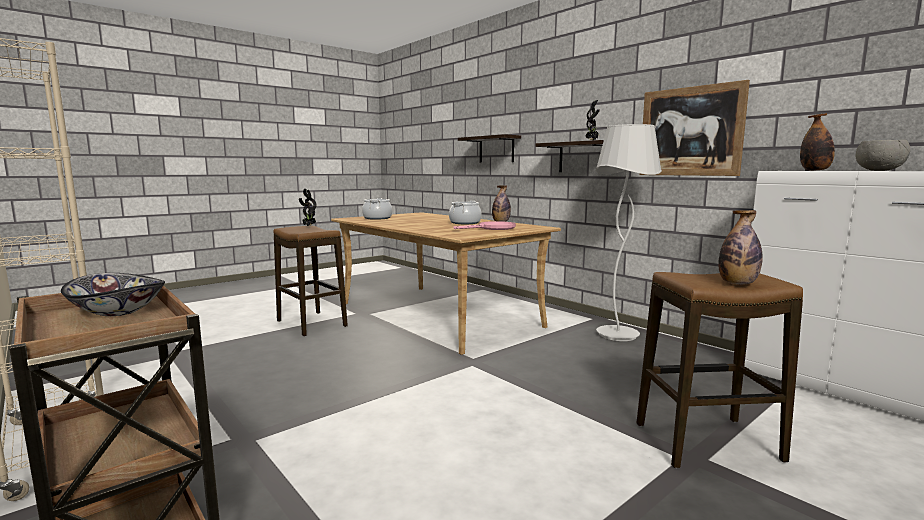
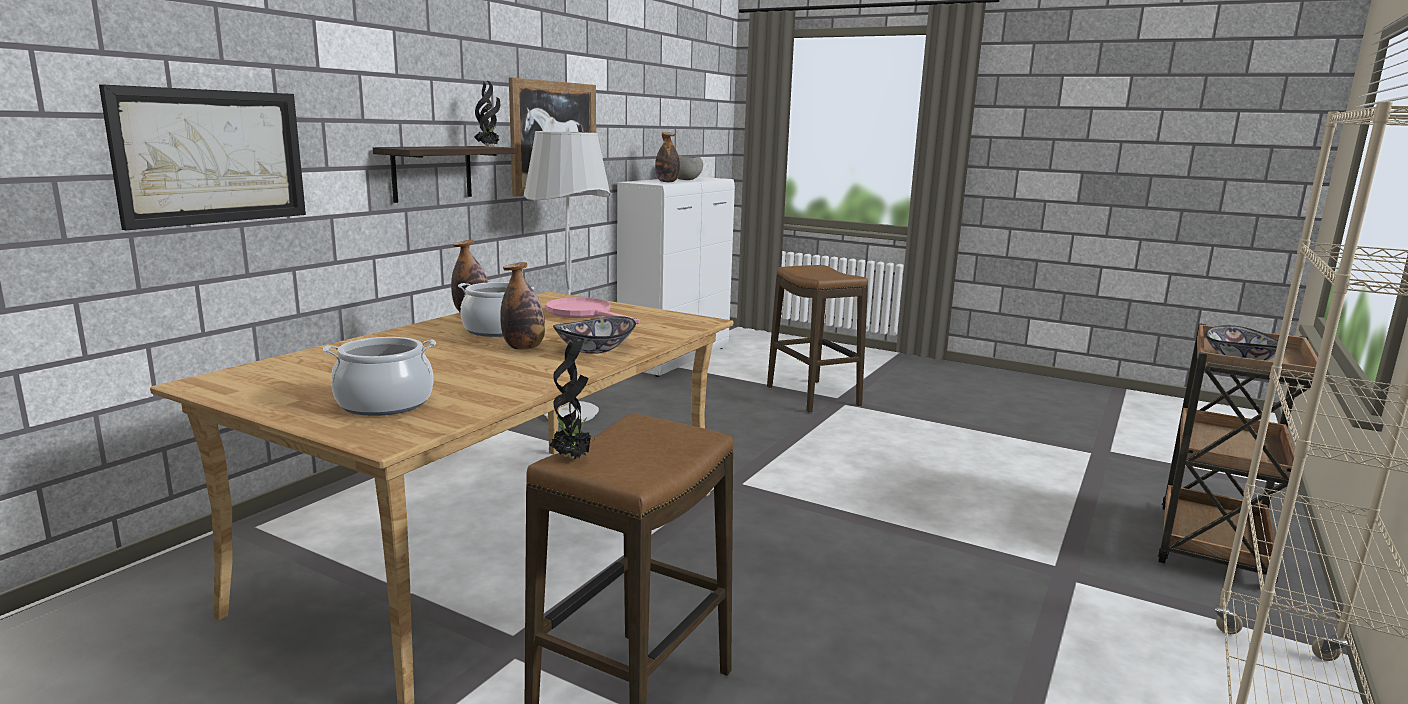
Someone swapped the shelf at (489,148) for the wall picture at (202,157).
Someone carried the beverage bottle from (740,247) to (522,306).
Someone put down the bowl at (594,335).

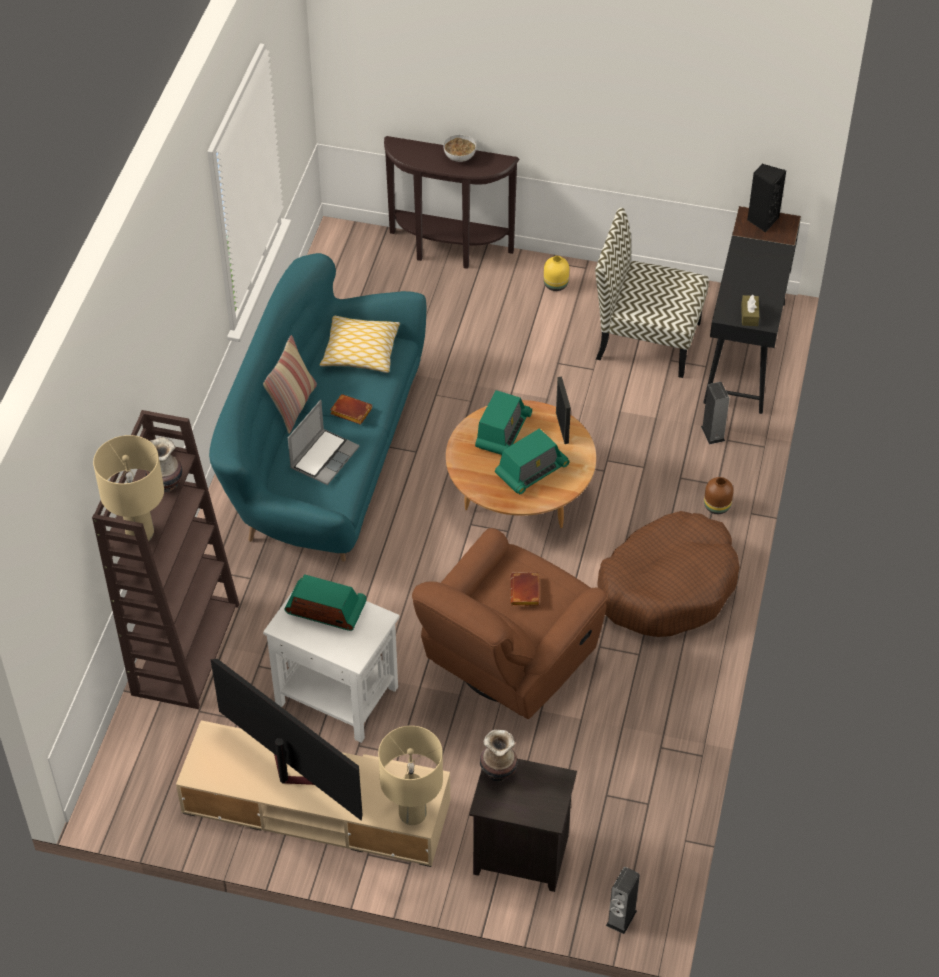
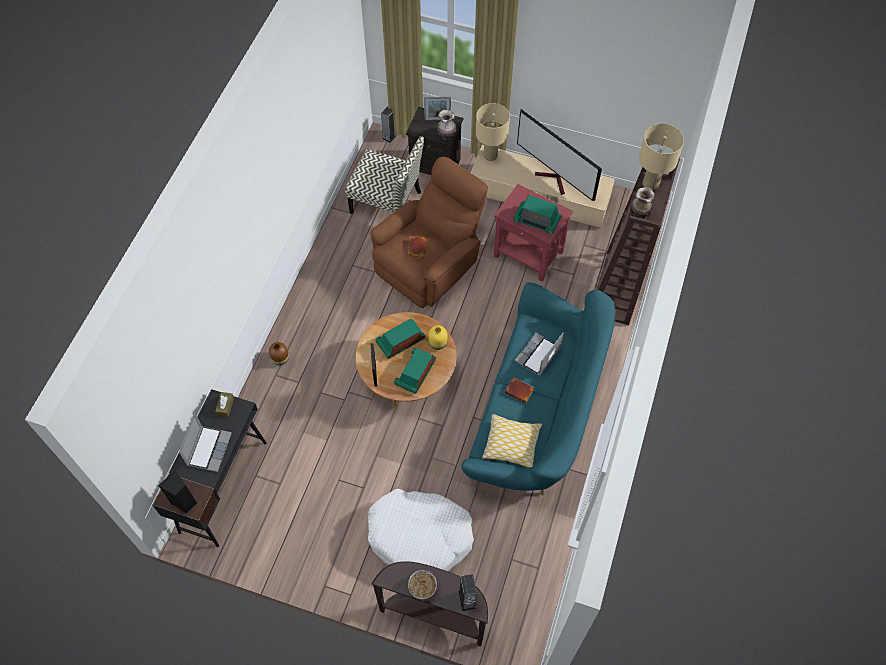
Someone carried the upright chair from (652,293) to (384,175).
Someone carried the yellow decorative vase from (556,273) to (438,337).
Someone took away the throw pillow at (290,384).
Someone carried the loudspeaker from (715,413) to (467,592).
Someone took away the brownish dog cushion at (668,574).
Someone repainted the white-coloured side table at (331,667), which became the red side table at (533,233).
Someone put down the standing frame at (437,109).
Someone put down the notebook computer at (205,442).
Someone put down the white-coloured dog cushion at (421,530).

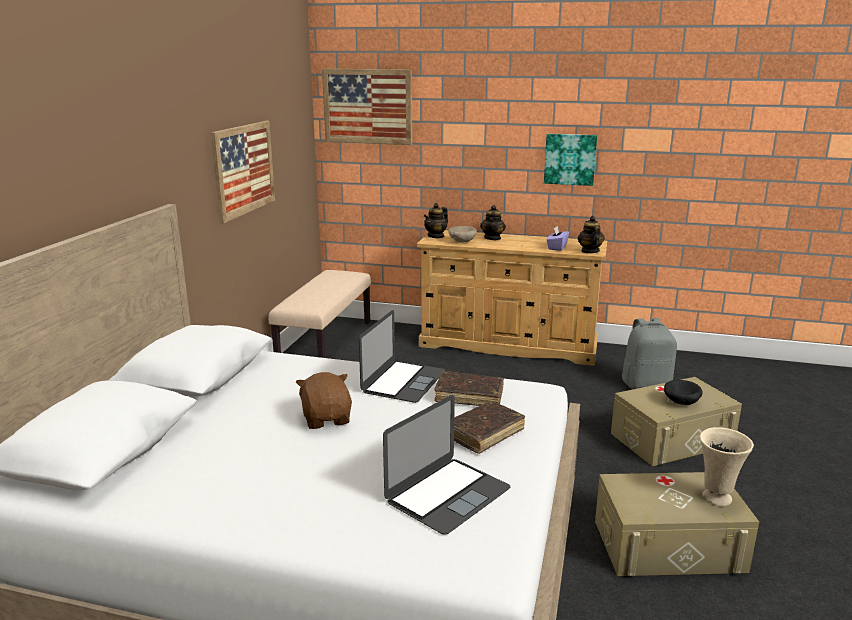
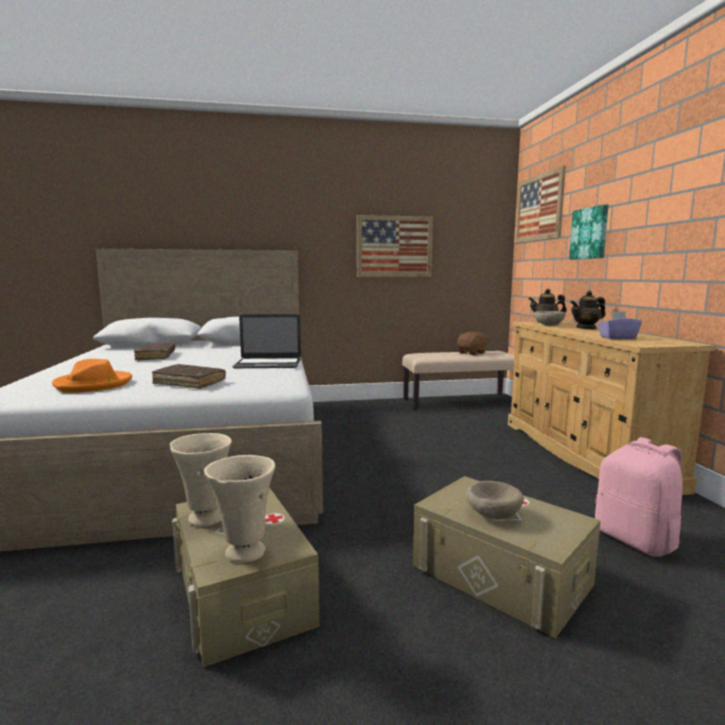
Someone carried the wall picture from (570,160) to (589,231).
Someone took away the pot for tea at (591,234).
Someone repainted the greyish knapsack at (649,353), which became the pinkish knapsack at (639,497).
Someone carried the brownish bound book from (469,388) to (154,351).
Someone carried the brownish plush toy from (324,400) to (472,343).
Someone repainted the black-coloured bowl at (683,392), which became the beige-coloured bowl at (495,500).
Someone swapped the notebook computer at (446,465) for the orange wearable hat at (92,376).
Someone put down the beige-coloured decorative vase at (201,480).

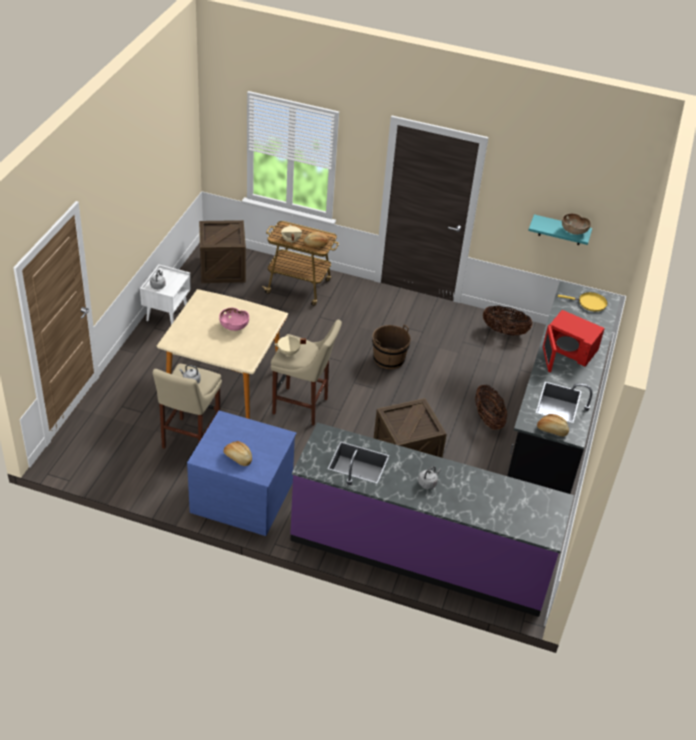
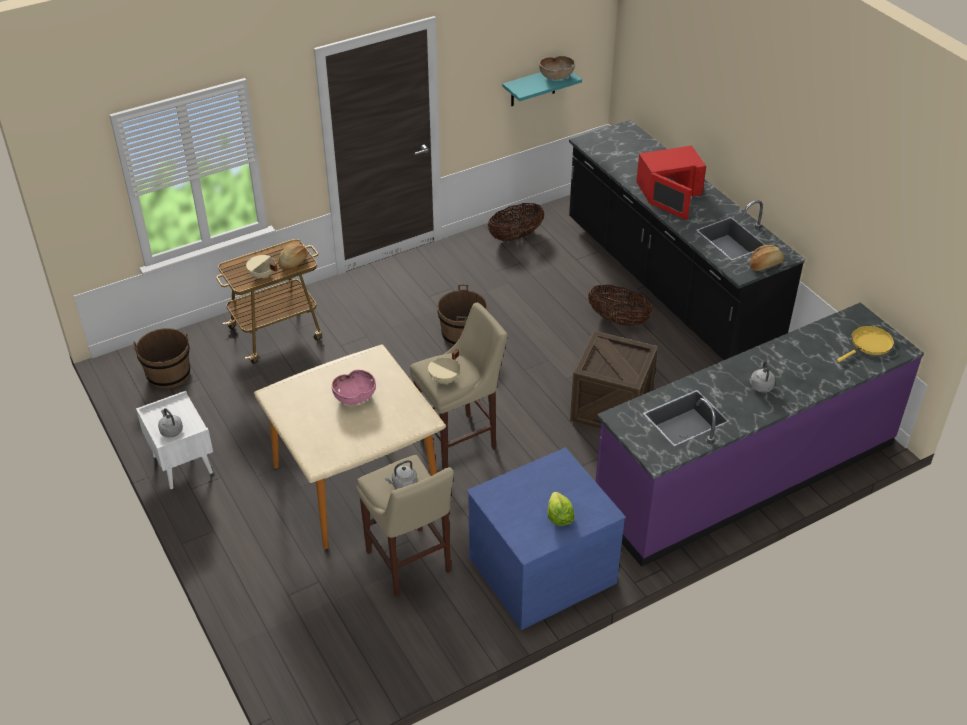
Someone swapped the crate at (222,251) for the brownish bucket at (161,358).
Someone carried the yellow skillet from (583,302) to (865,344).
Someone swapped the bread at (238,453) for the lettuce head at (561,509).

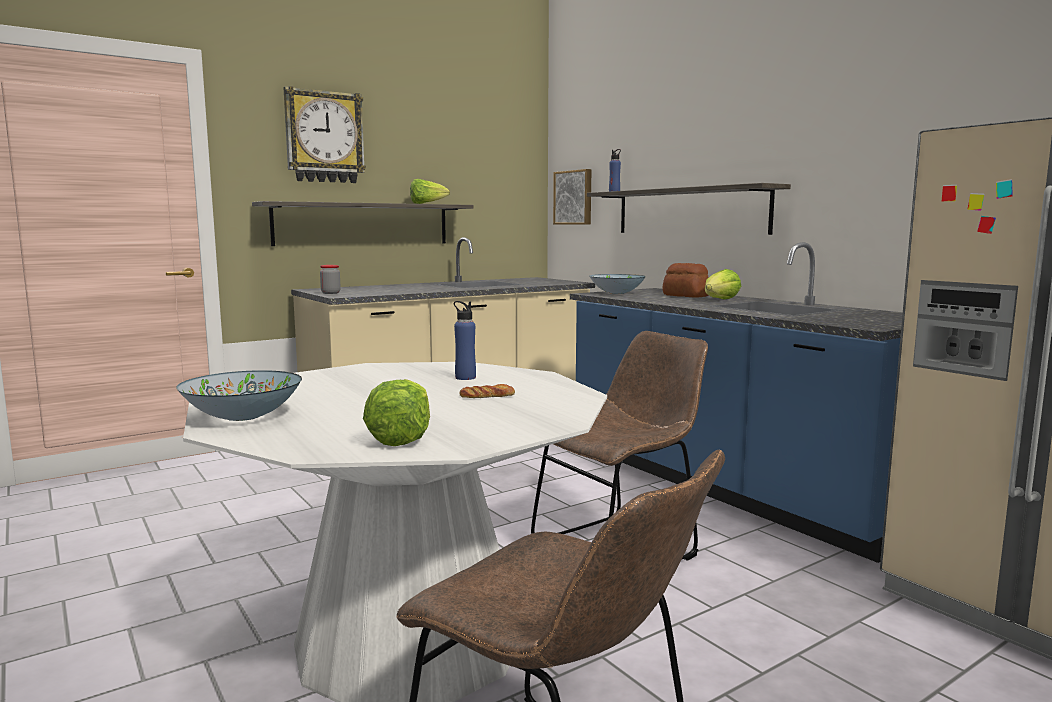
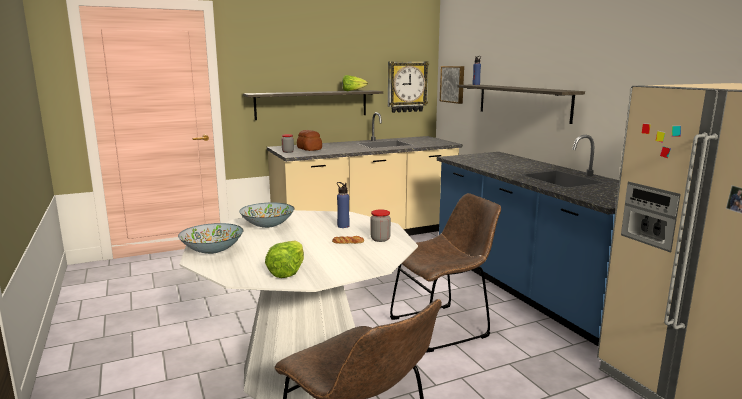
Someone carried the hanging clock from (324,134) to (408,87).
Someone carried the bread from (686,280) to (309,140).
Someone took away the lettuce head at (723,284).
Someone carried the bowl from (617,284) to (267,215).
Someone put down the jar at (380,225).

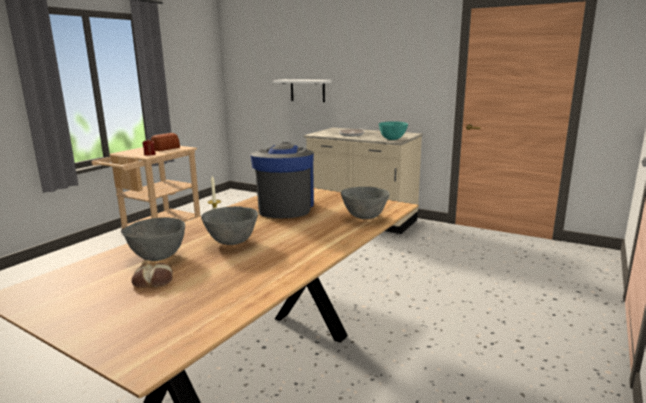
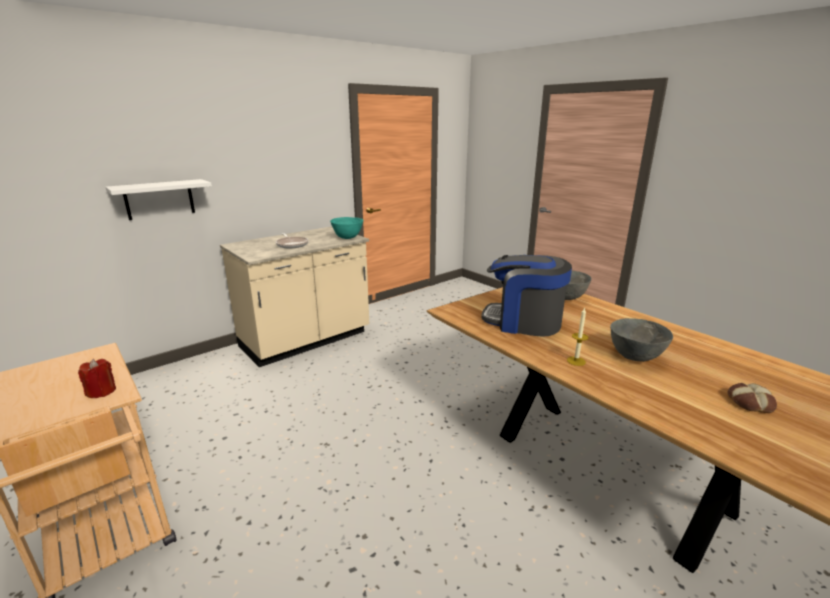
Someone took away the bread at (165,142).
Someone took away the greyish bowl at (153,239).

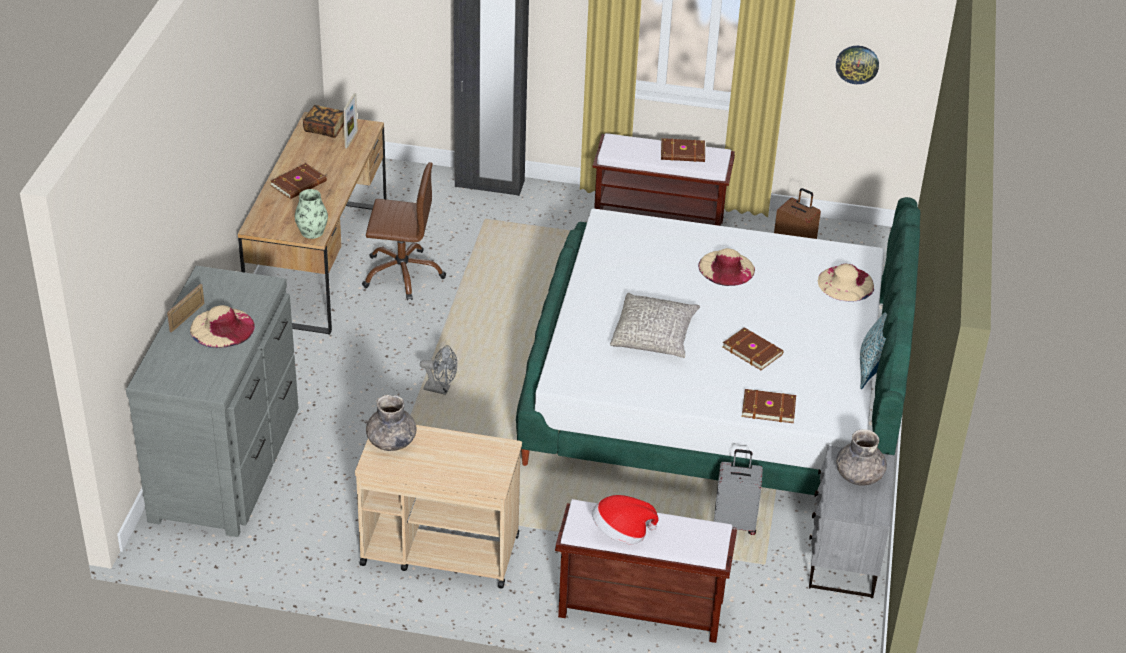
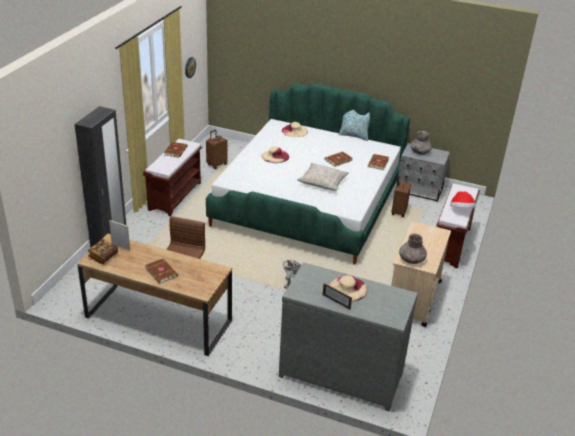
Someone took away the decorative vase at (311,214).
Someone repainted the greyish piece of luggage at (738,492), which became the brownish piece of luggage at (401,196).

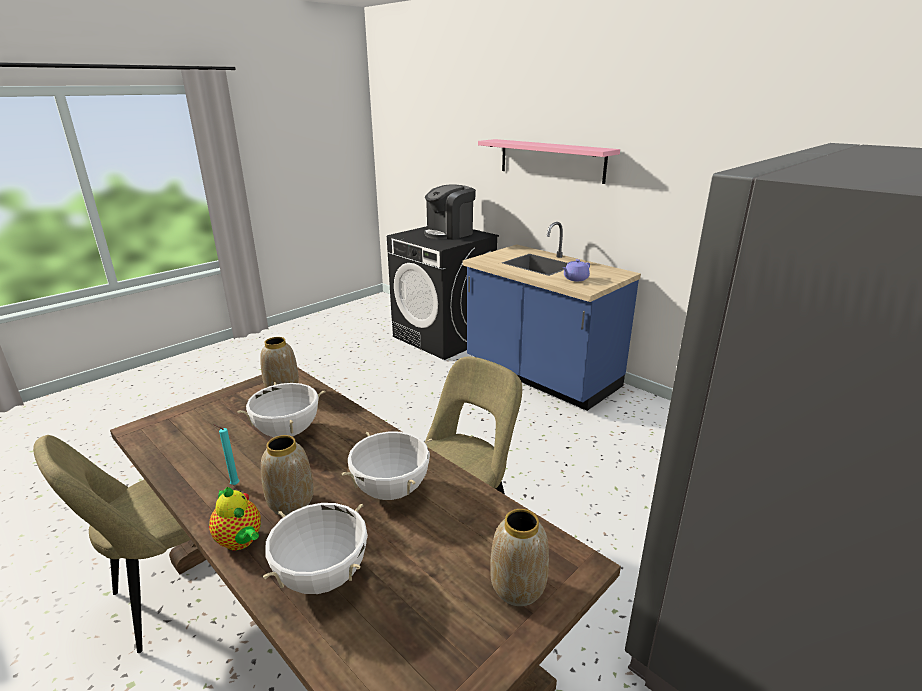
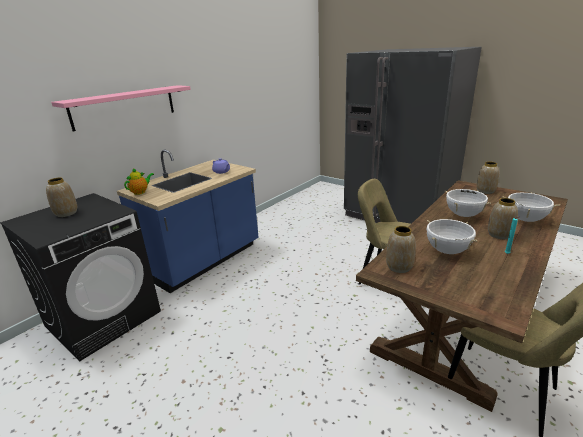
Someone swapped the coffee machine at (450,212) for the decorative vase at (61,197).
Someone carried the pot for tea from (235,518) to (139,181).

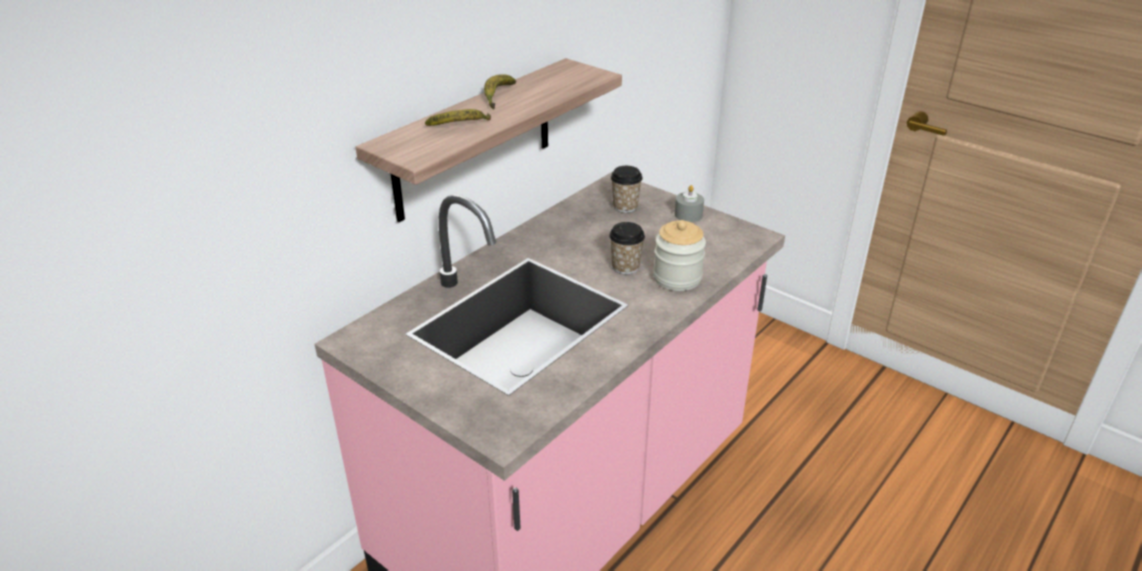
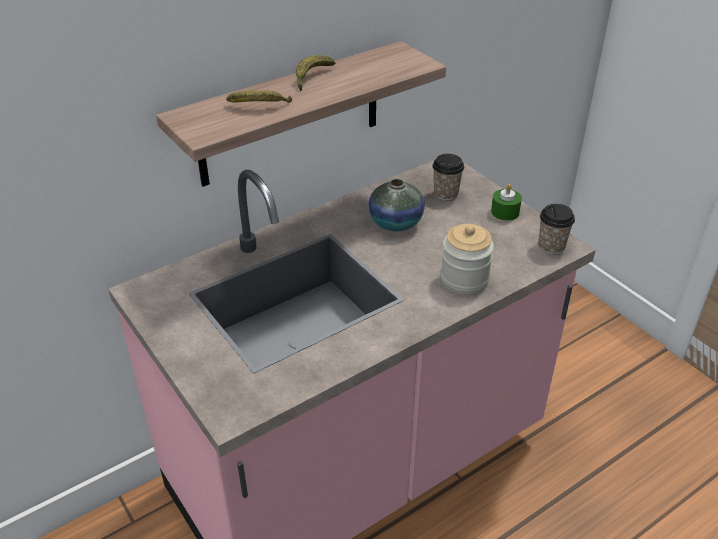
Someone repainted the greyish candle at (689,203), which became the green-coloured candle at (506,202).
Someone carried the cup from (627,248) to (557,229).
Someone put down the decorative vase at (396,205).

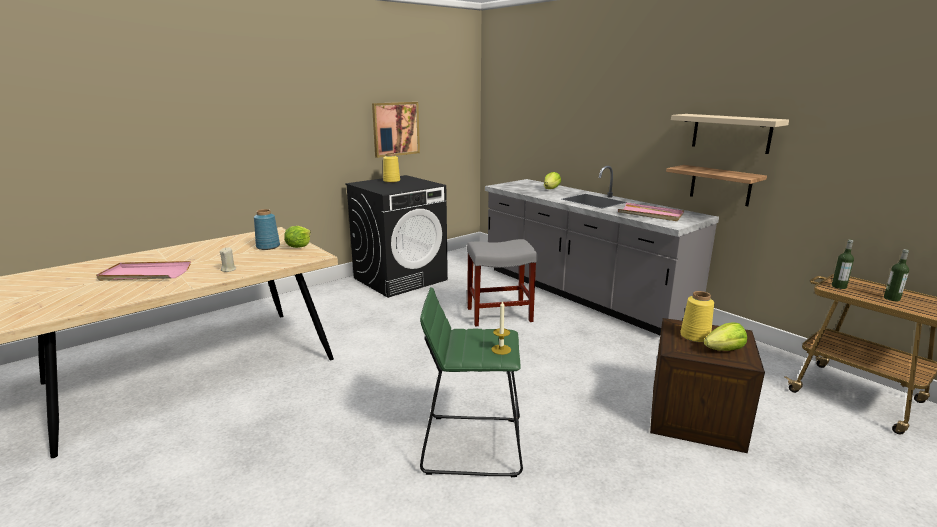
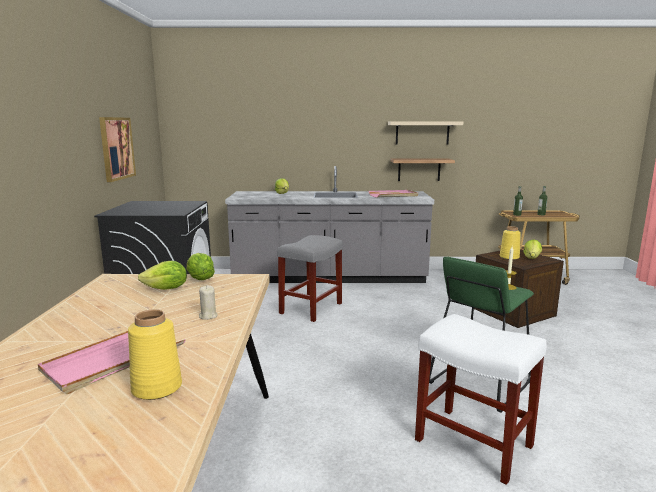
Someone carried the yellow decorative vase from (391,168) to (155,354).
Someone swapped the blue-coloured decorative vase at (267,229) for the lettuce head at (162,275).
Someone put down the white-coloured stool seat at (481,399).

